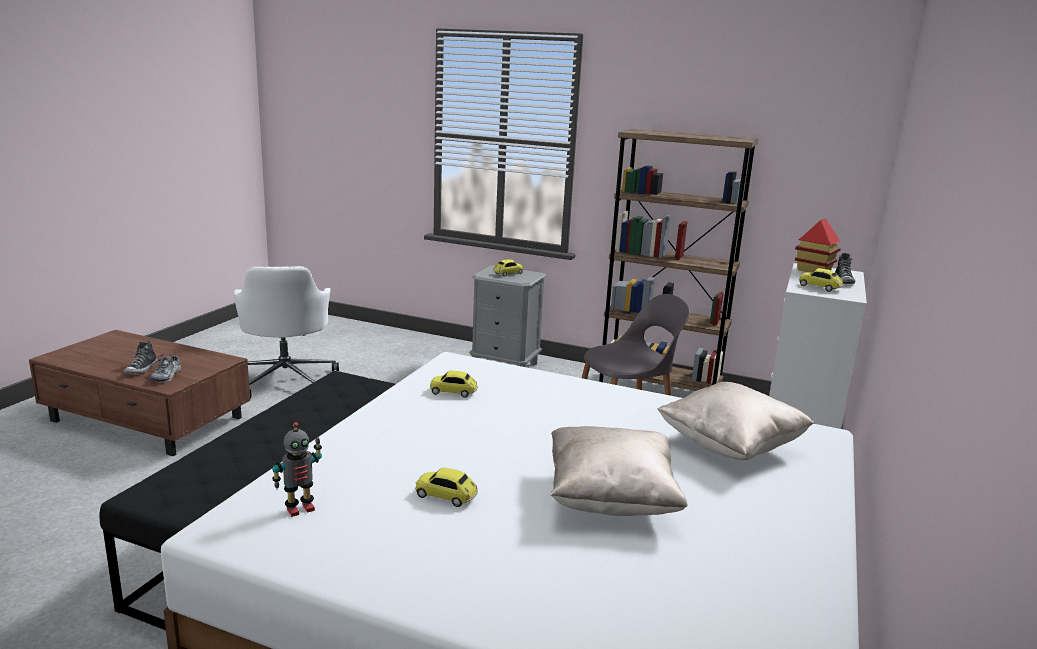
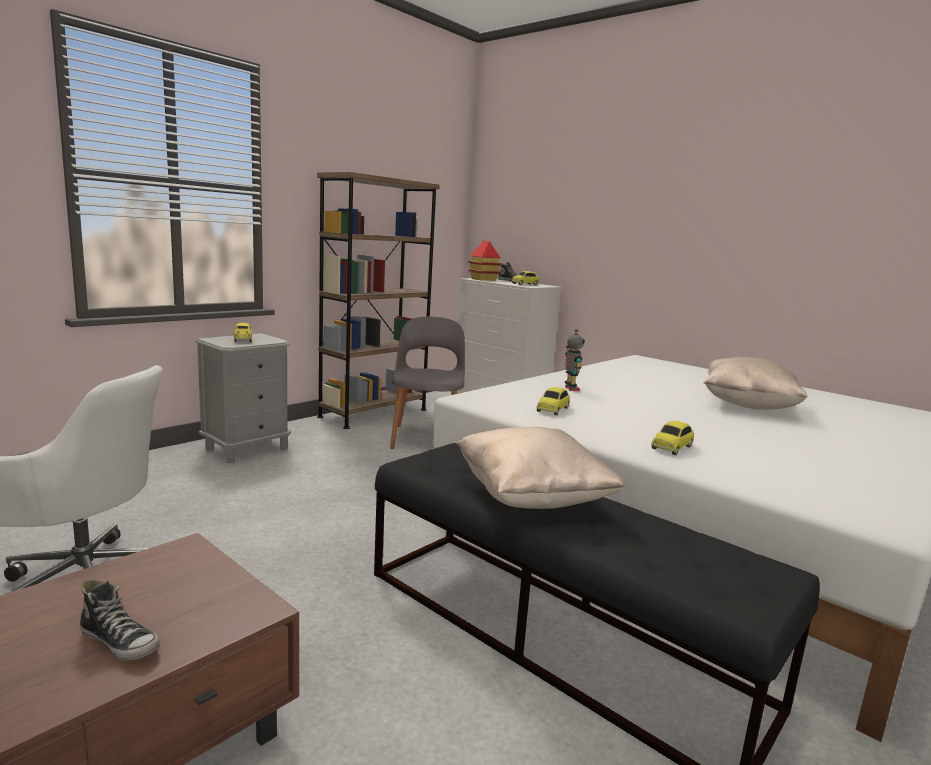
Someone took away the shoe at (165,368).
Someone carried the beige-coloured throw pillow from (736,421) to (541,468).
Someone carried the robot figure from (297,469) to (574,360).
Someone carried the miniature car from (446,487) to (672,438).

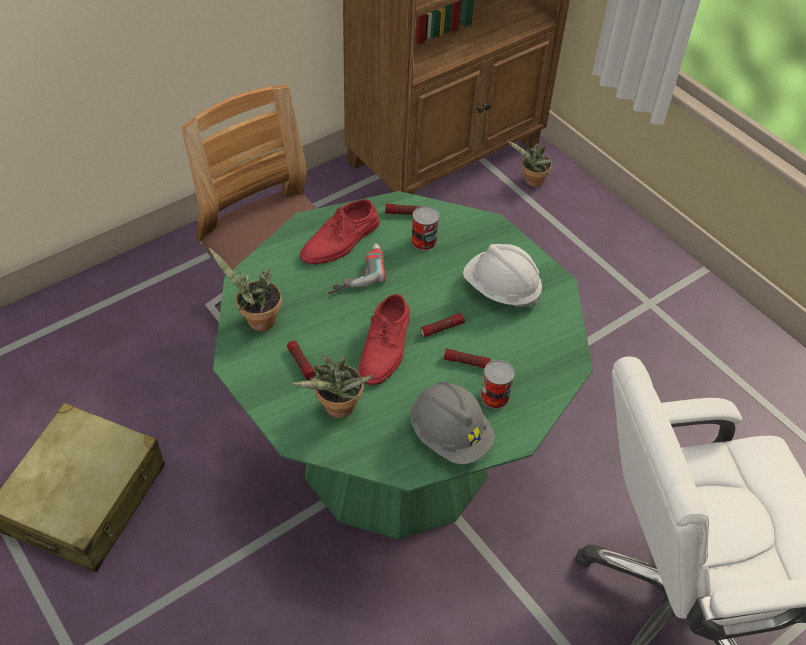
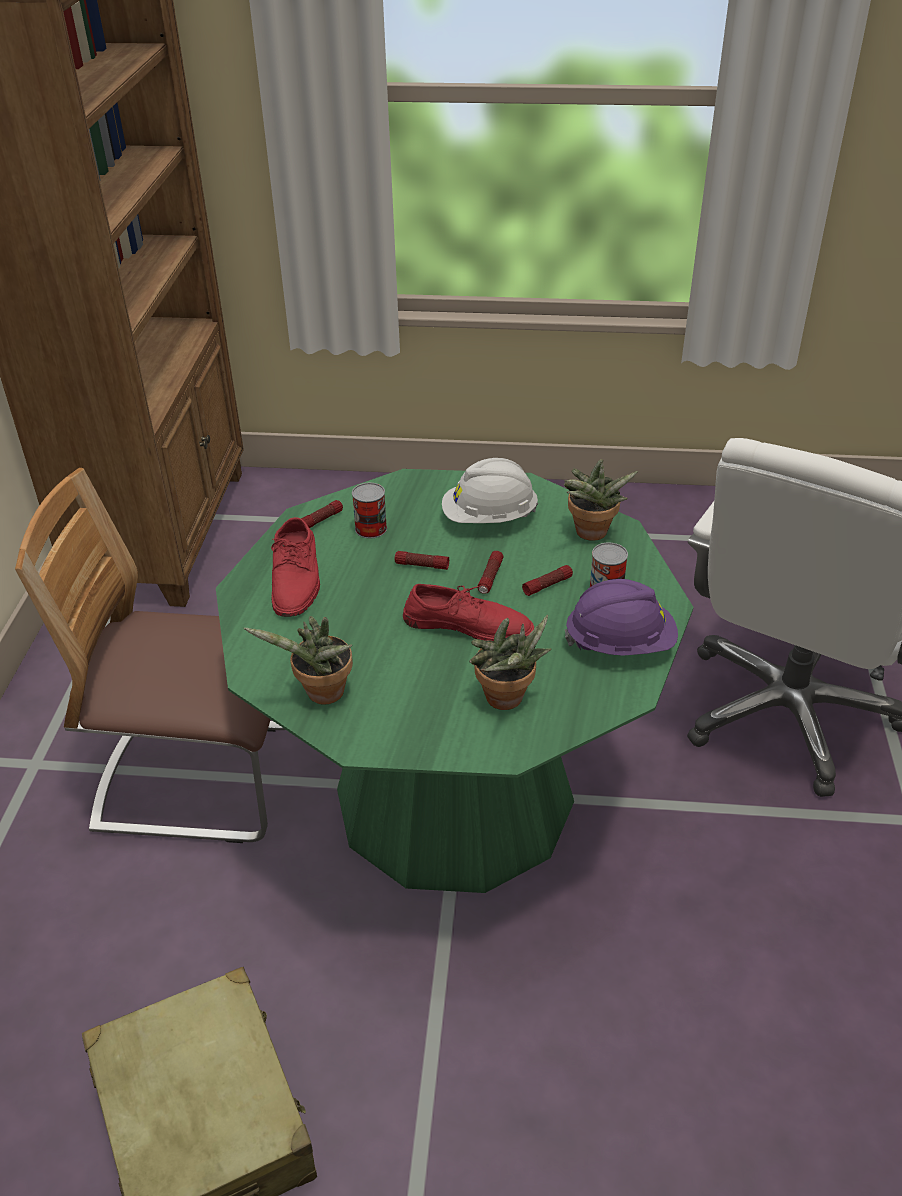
Someone carried the houseplant from (530,164) to (601,500).
Someone took away the power drill at (357,268).
Someone rotated the red shoe at (384,339) by 45 degrees counterclockwise.
Someone carried the hand torch from (301,360) to (422,560).
Someone repainted the greyish safety helmet at (452,423), which became the purplish safety helmet at (621,617).

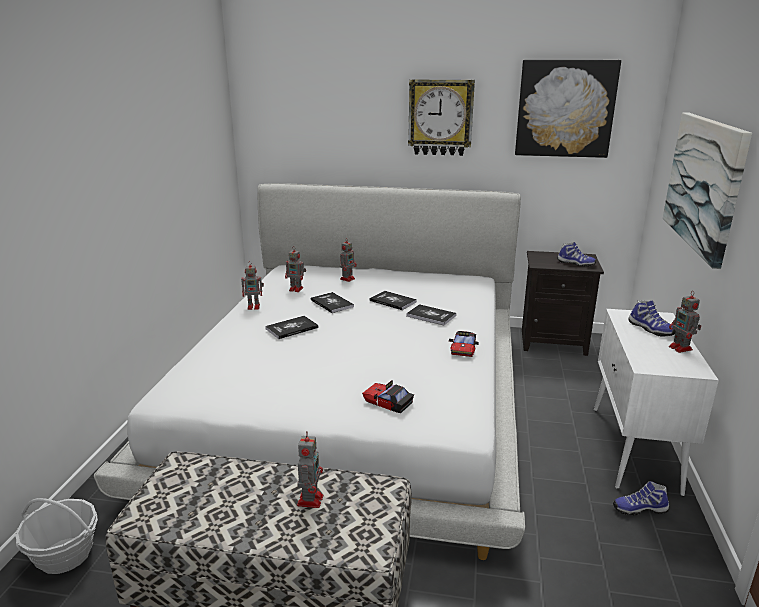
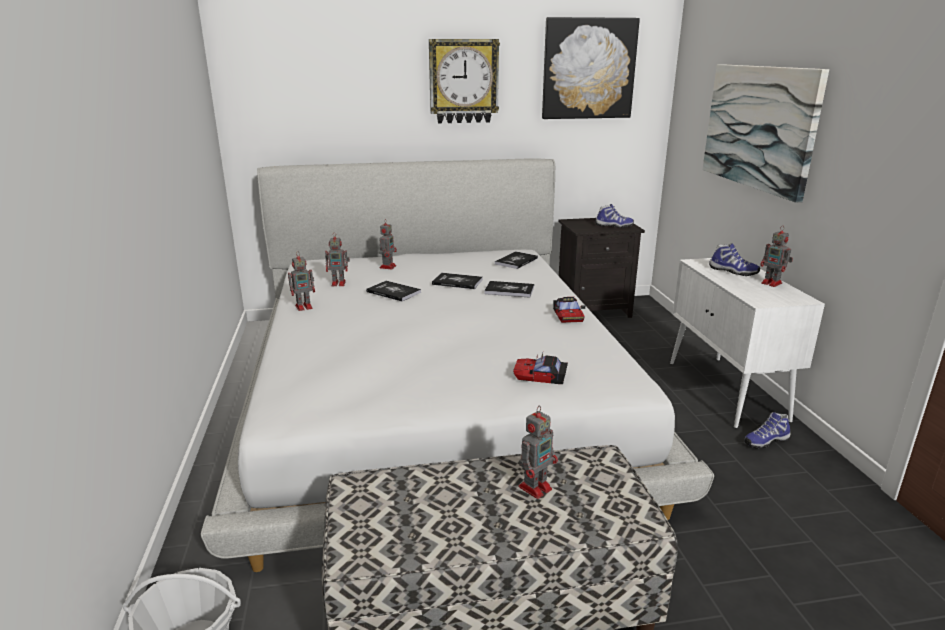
Someone carried the bound book from (291,327) to (516,260).
Someone rotated the robot figure at (310,469) by 60 degrees clockwise.

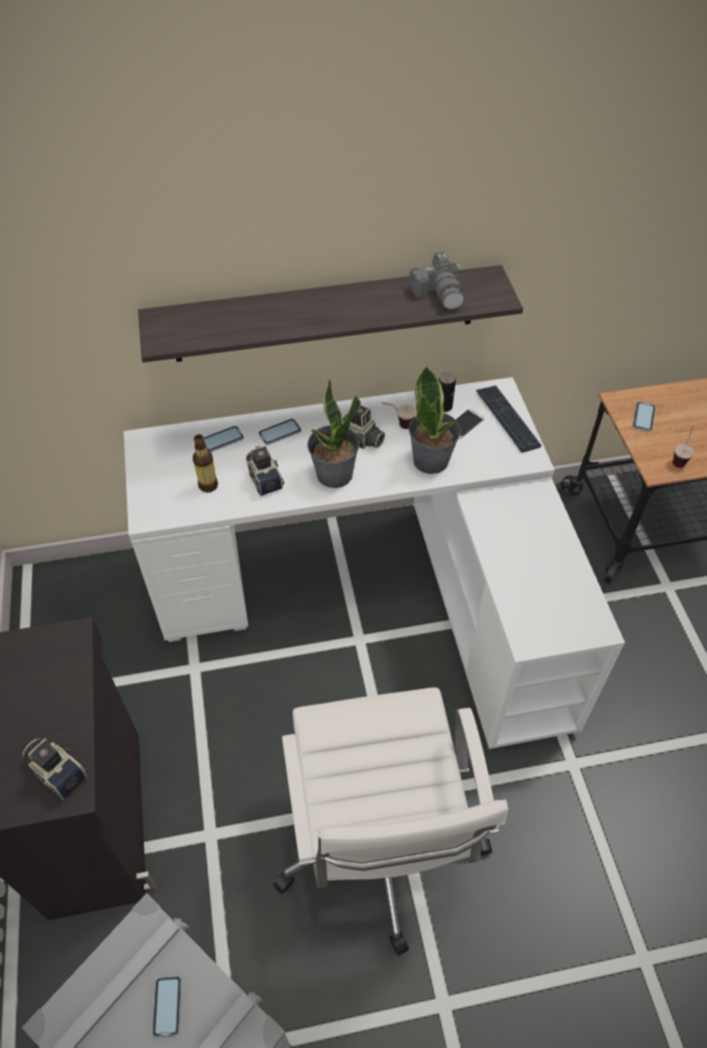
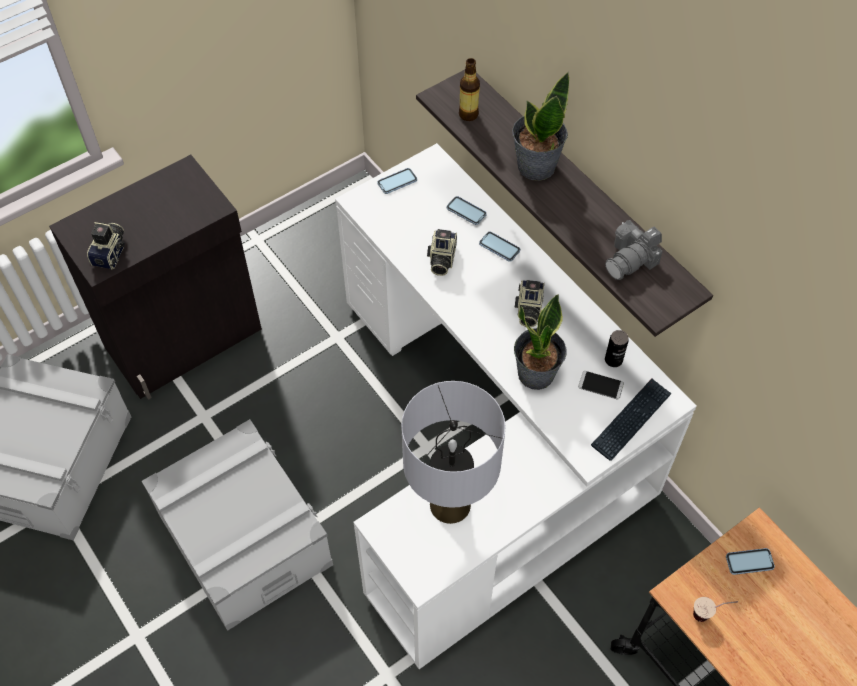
Someone carried the houseplant from (334,433) to (540,126).
Someone took away the cup at (399,415).
Someone carried the beverage bottle from (205,463) to (469,89).
Someone rotated the photo camera at (265,470) by 150 degrees clockwise.
Someone swapped the white-coloured office chair at (390,821) for the greyish storage bin at (237,525).
Someone carried the telephone from (167,1006) to (397,181).
Someone put down the greyish lamp for a table at (453,452).

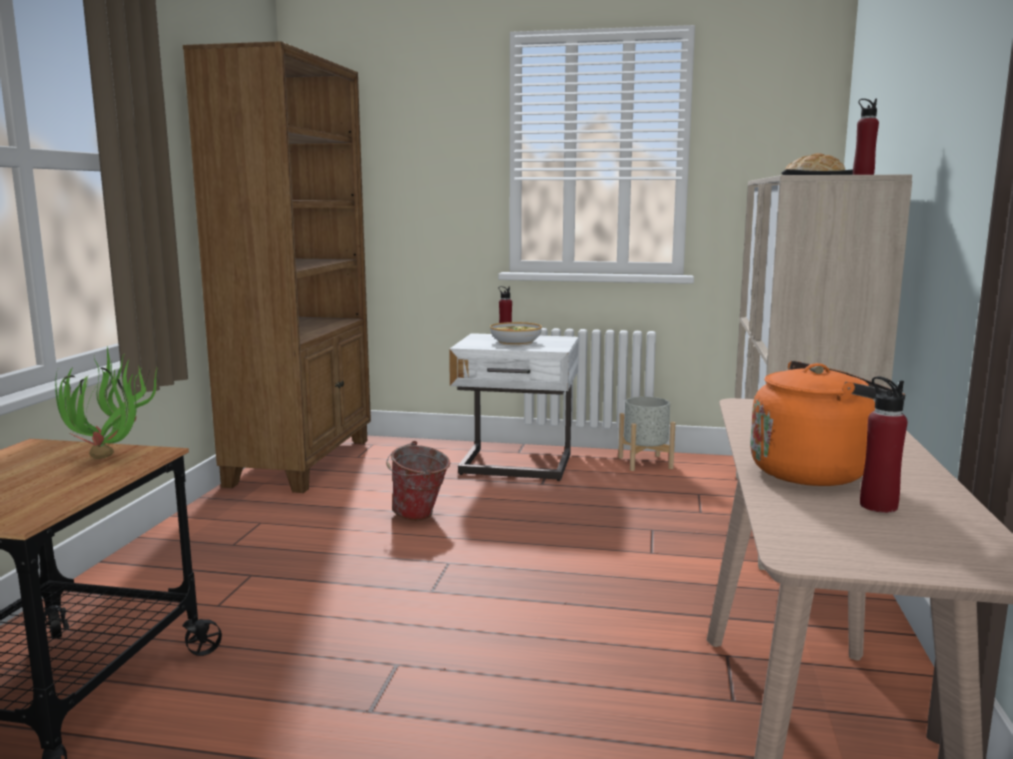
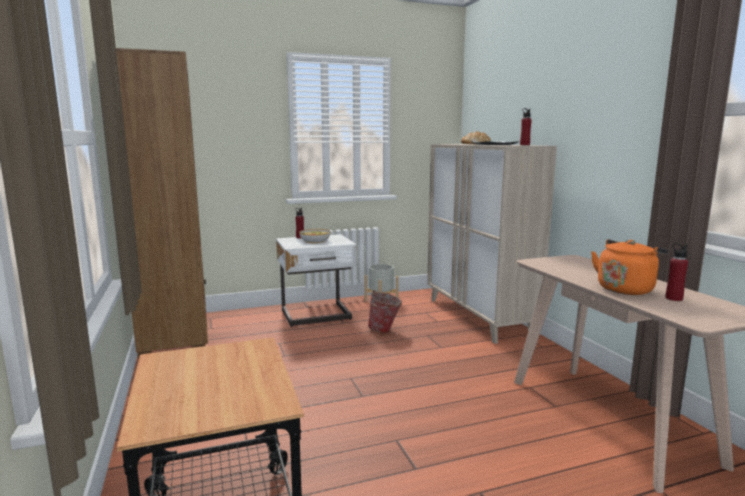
Someone took away the houseplant at (106,403).
Someone carried the bucket from (418,481) to (385,311).

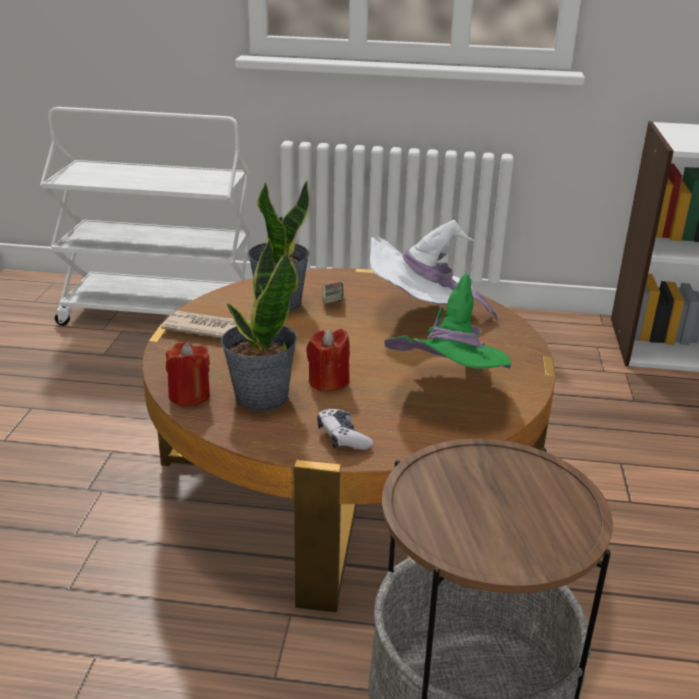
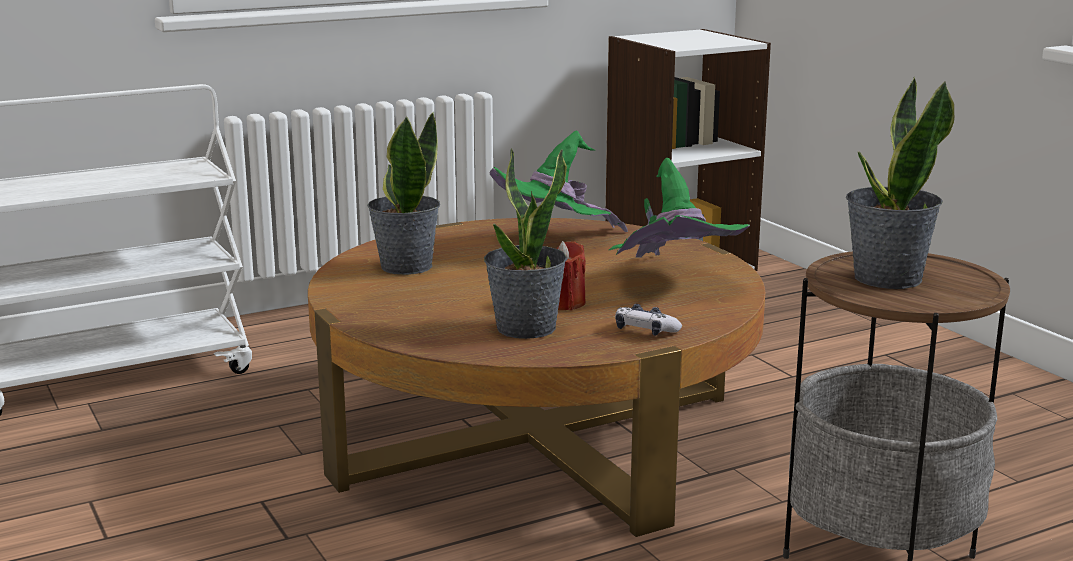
Someone repainted the white-coloured wearable hat at (434,271), which became the green-coloured wearable hat at (559,181).
Someone took away the gamepad at (332,293).
Someone took away the printed paper at (205,324).
Someone took away the red candle at (188,374).
Someone put down the houseplant at (900,183).

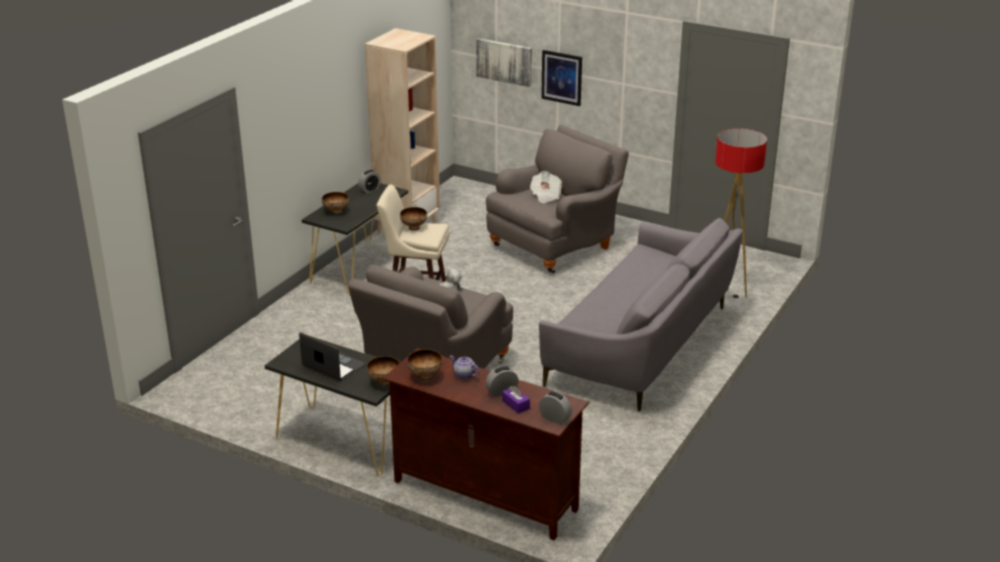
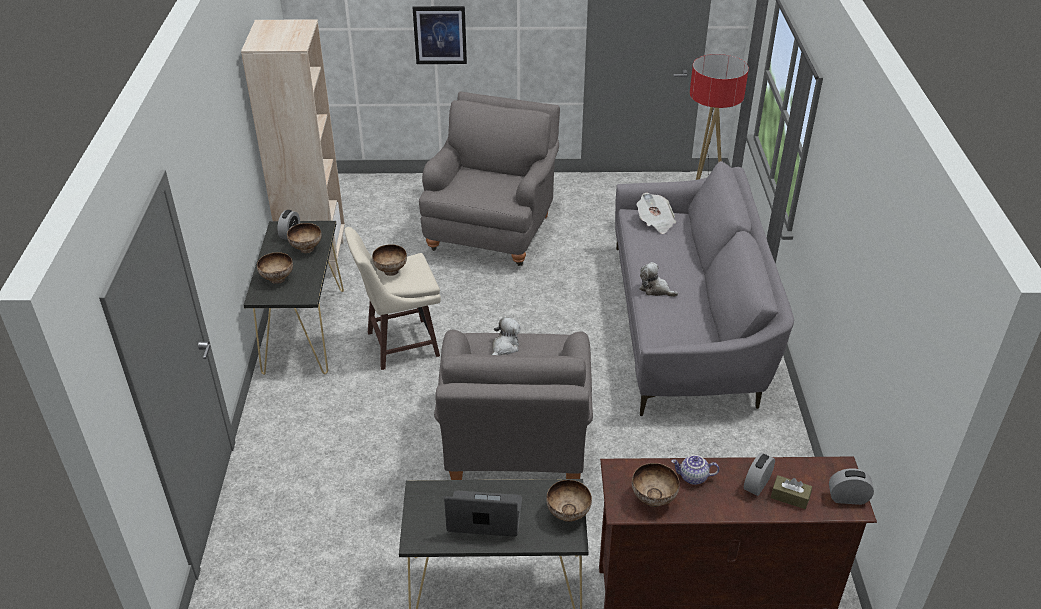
Someone took away the wall picture at (504,62).
Someone carried the printed paper from (546,187) to (656,213).
Someone repainted the purplish box of tissues at (516,400), which became the brownish box of tissues at (791,492).
Someone put down the bowl at (304,238).
Someone put down the plush toy at (658,279).

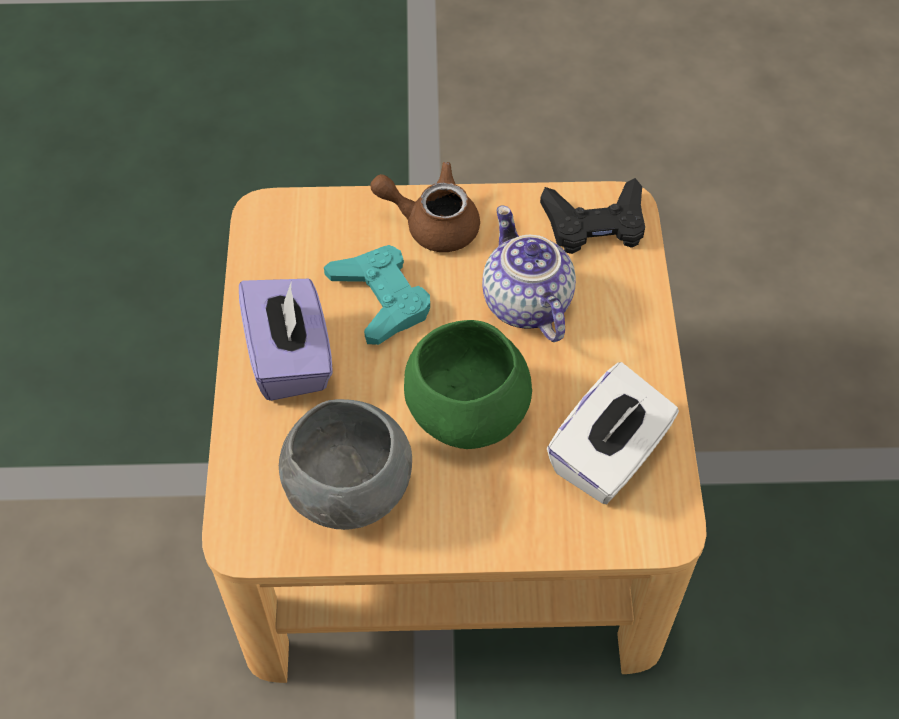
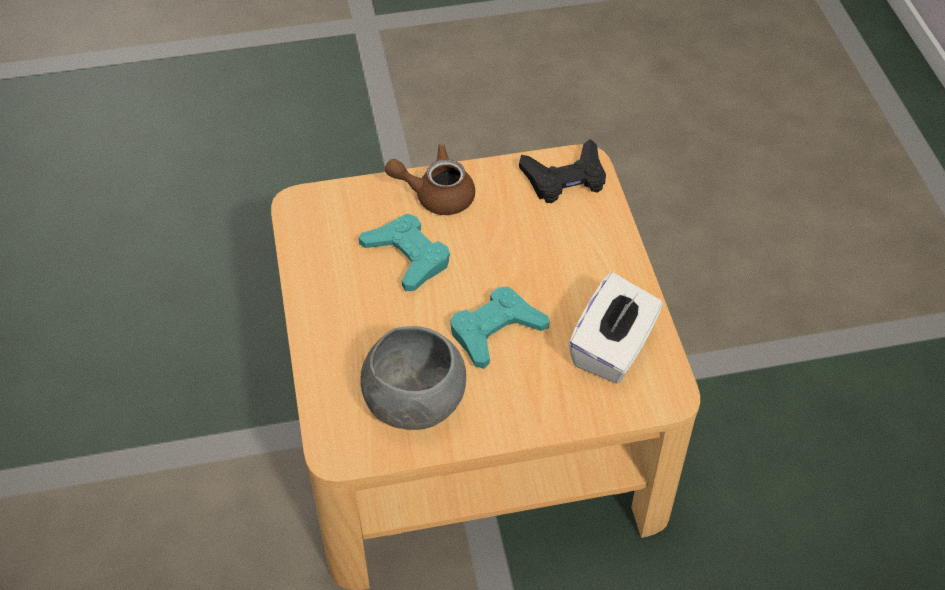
Someone took away the pot for tea at (529,273).
Someone took away the purplish box of tissues at (286,340).
Someone swapped the green-coloured bowl at (468,384) for the blue-green gamepad at (499,328).

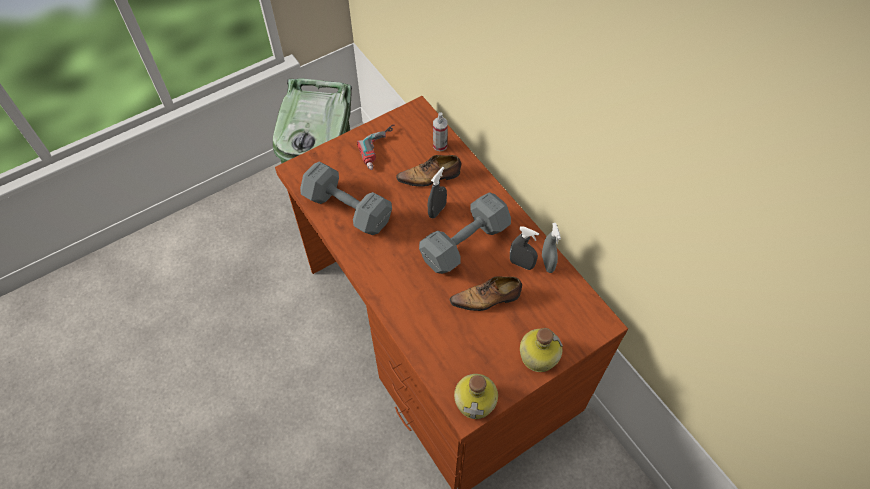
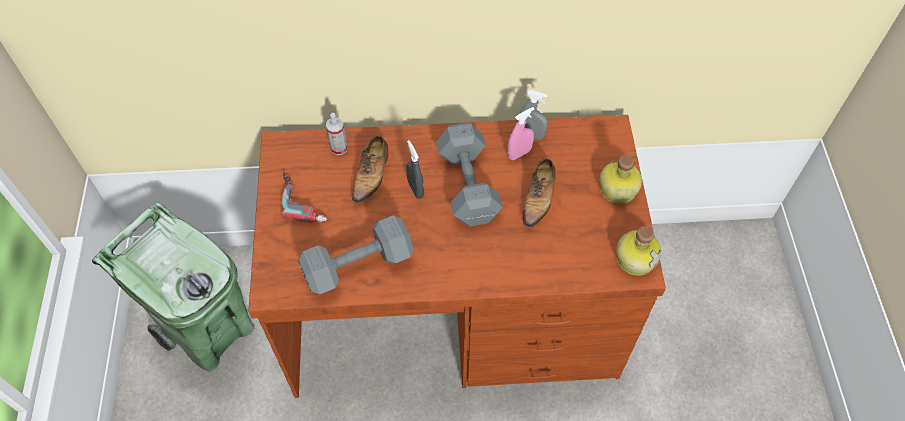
Someone repainted the greyish sprayer at (524,248), which became the pinkish sprayer at (520,133).

